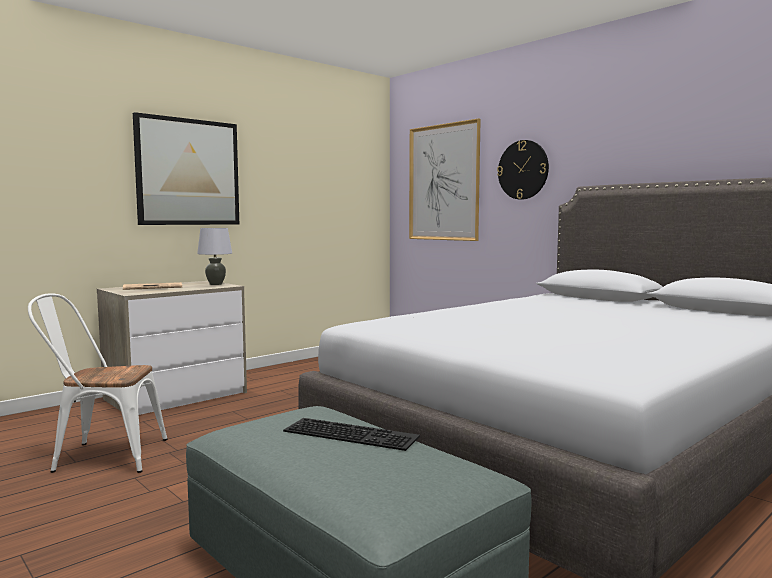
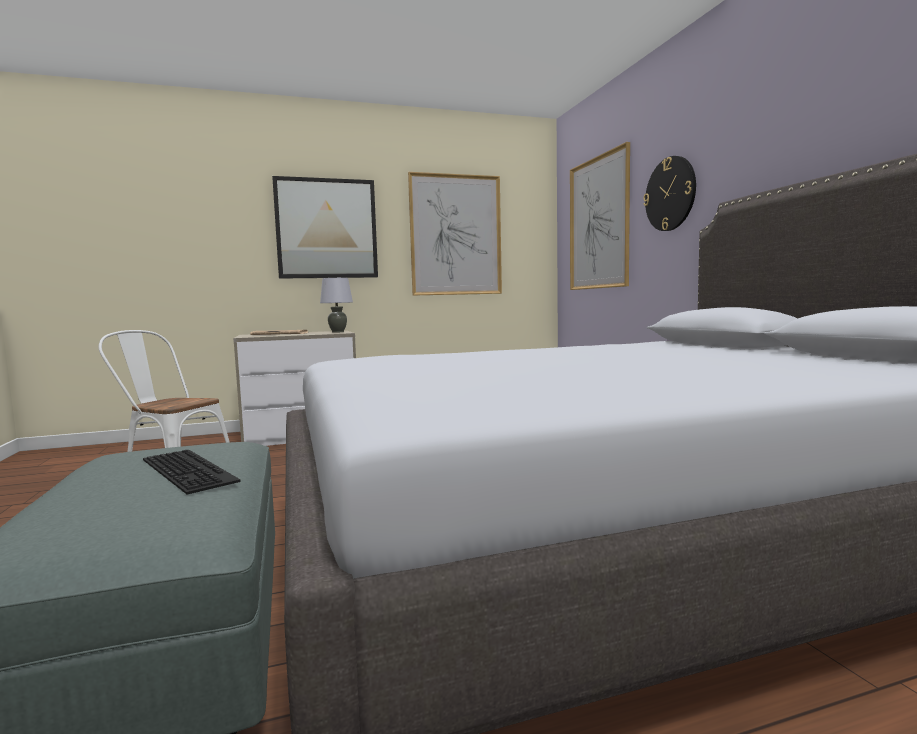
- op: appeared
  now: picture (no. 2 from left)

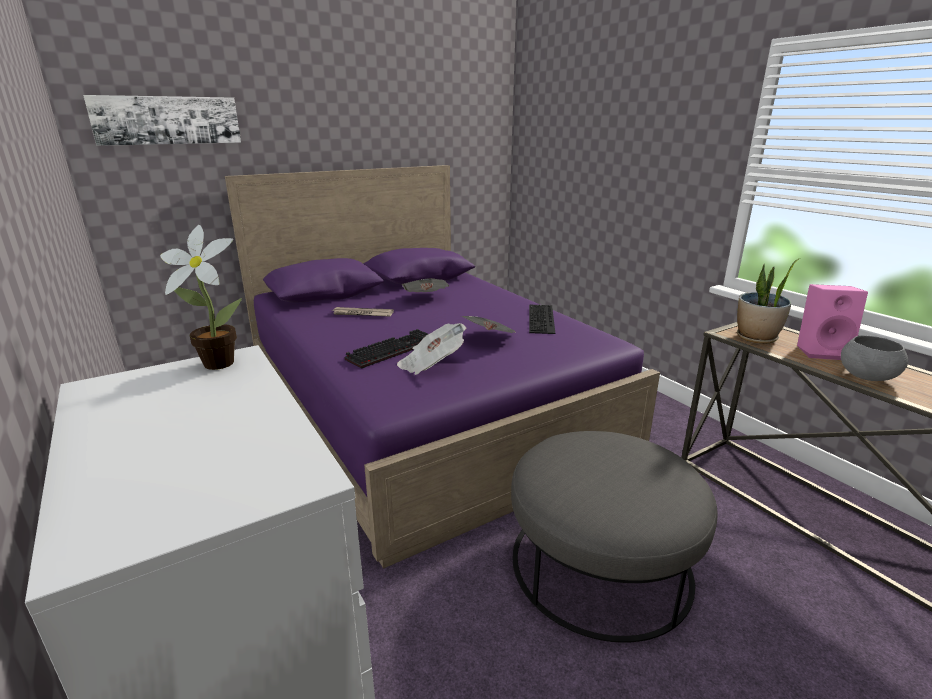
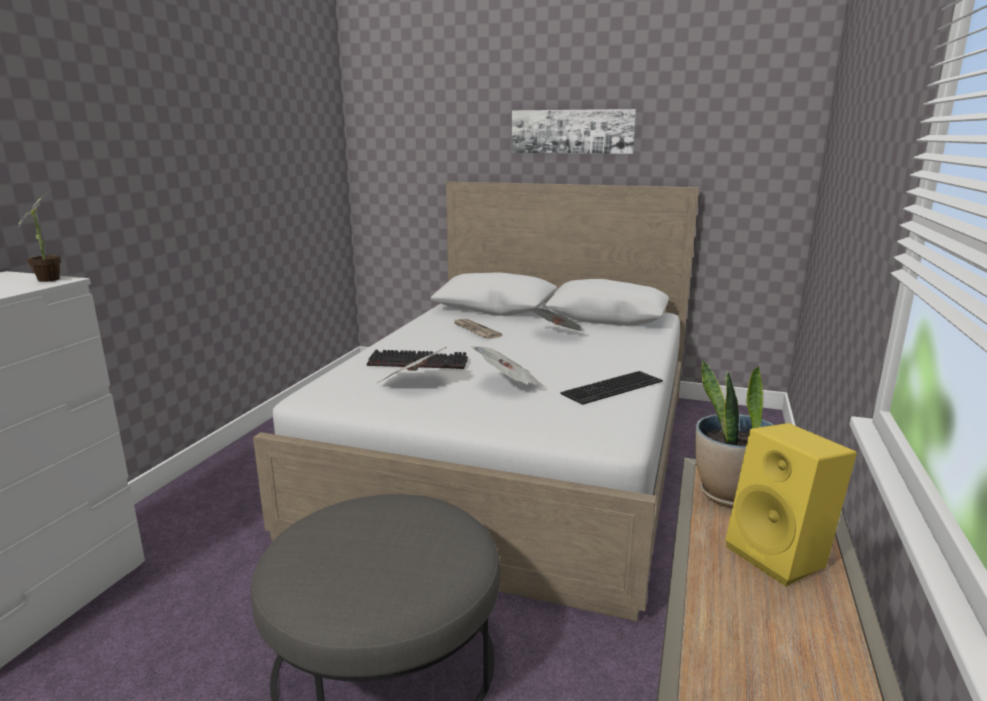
- op: missing
  was: grey bowl
- op: relocated
  was: picture
- op: colour
  was: purple bed
  now: white bed
- op: colour
  was: pink speaker
  now: yellow speaker

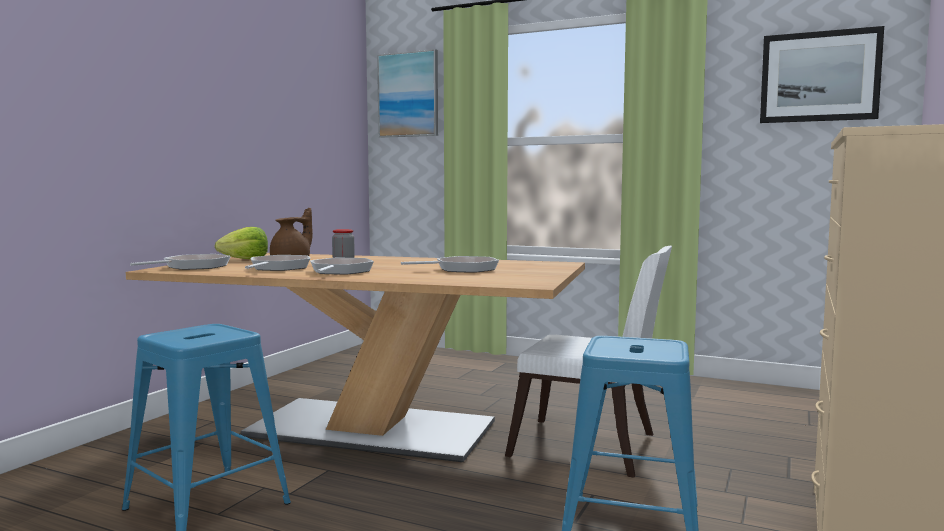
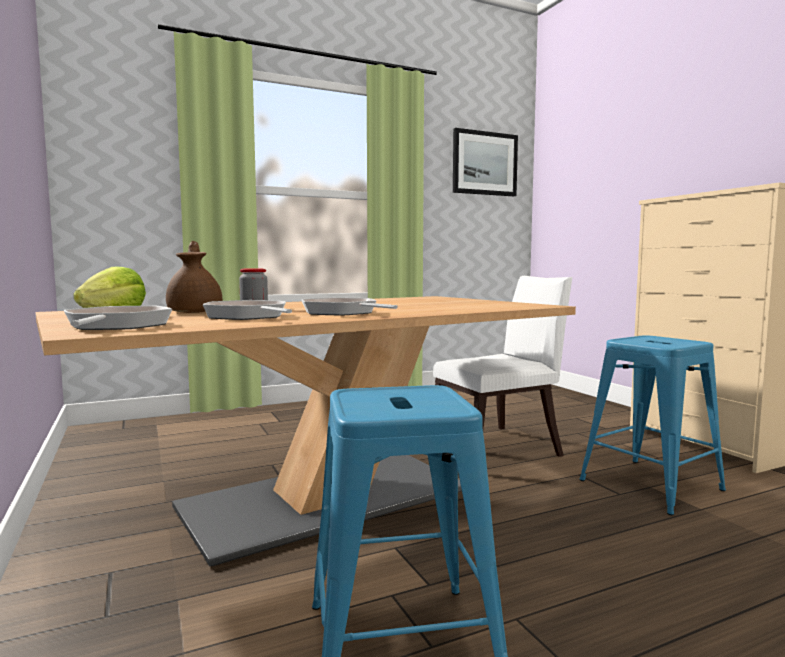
- op: missing
  was: picture (no. 1 from left)
- op: missing
  was: frying pan (no. 4 from left)

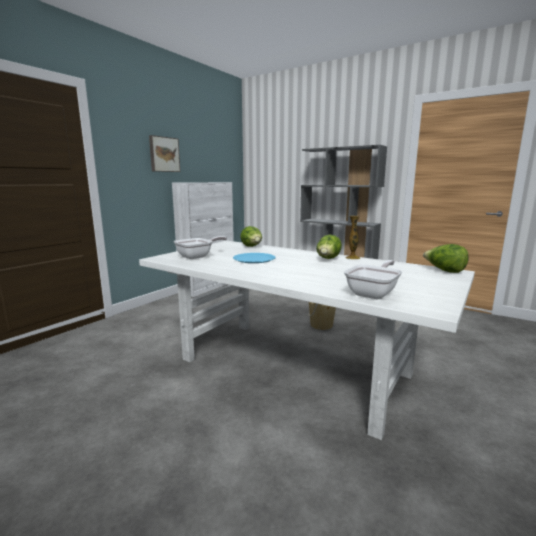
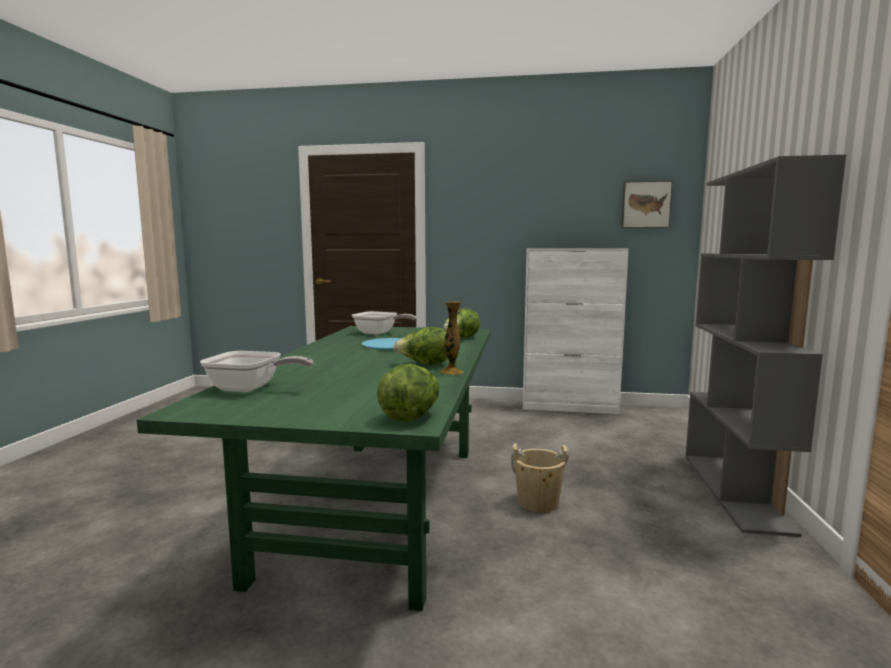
- op: relocated
  was: picture
- op: colour
  was: white dining table
  now: green dining table

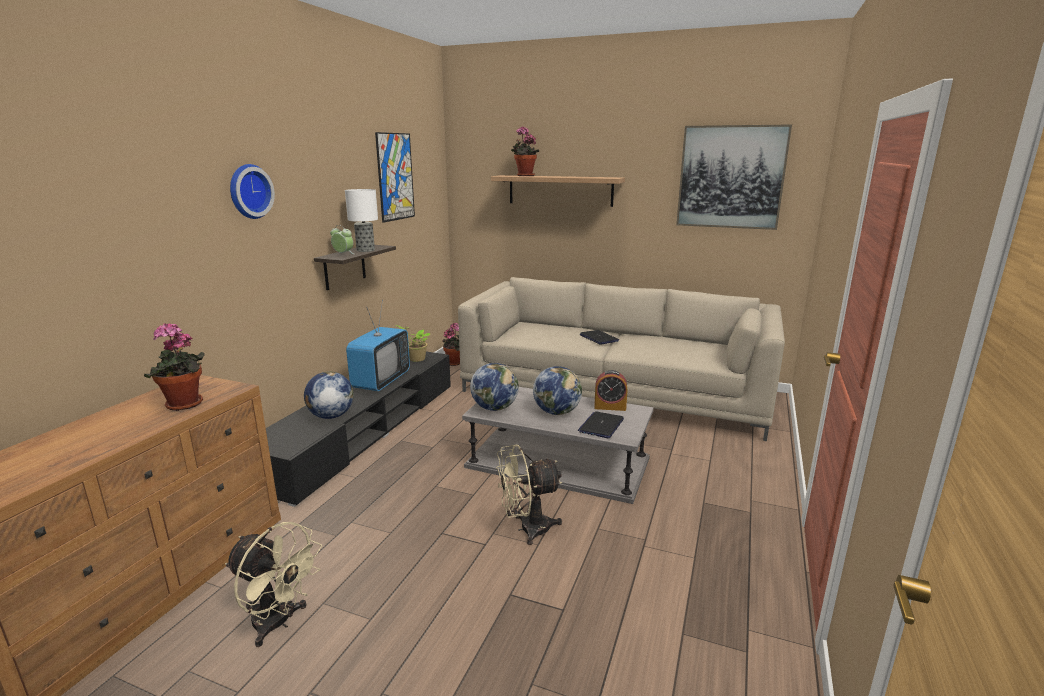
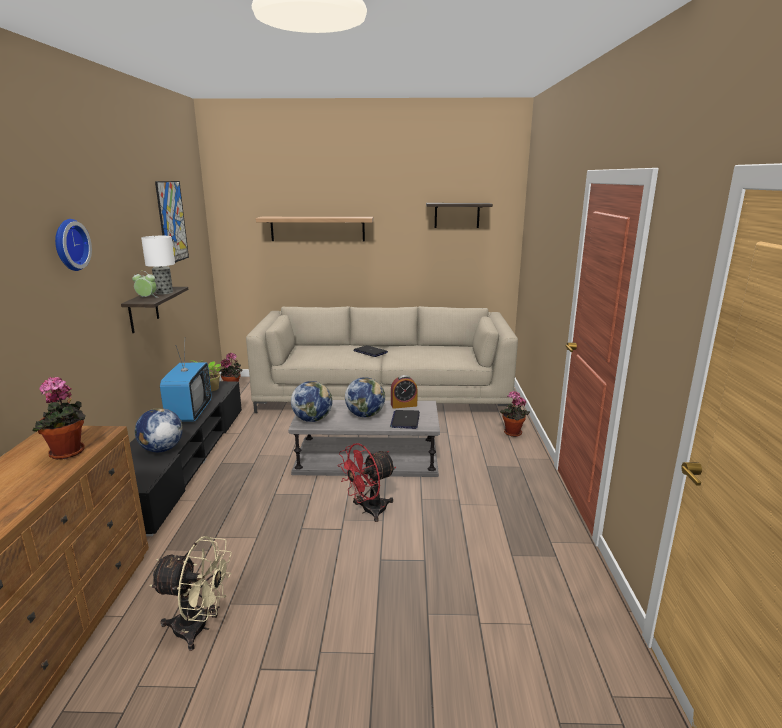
- op: relocated
  was: potted plant (no. 4 from left)
- op: exchanged
  was: picture (no. 2 from left)
  now: shelf (no. 3 from left)
- op: colour
  was: beige fan (no. 2 from left)
  now: red fan

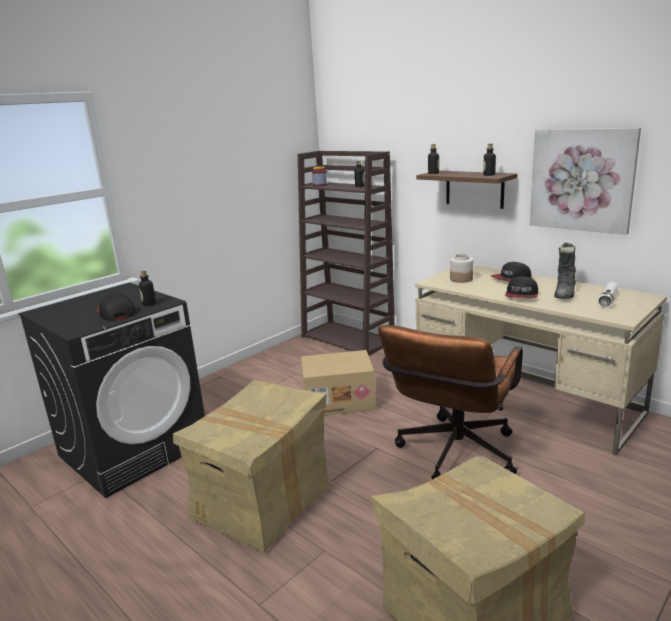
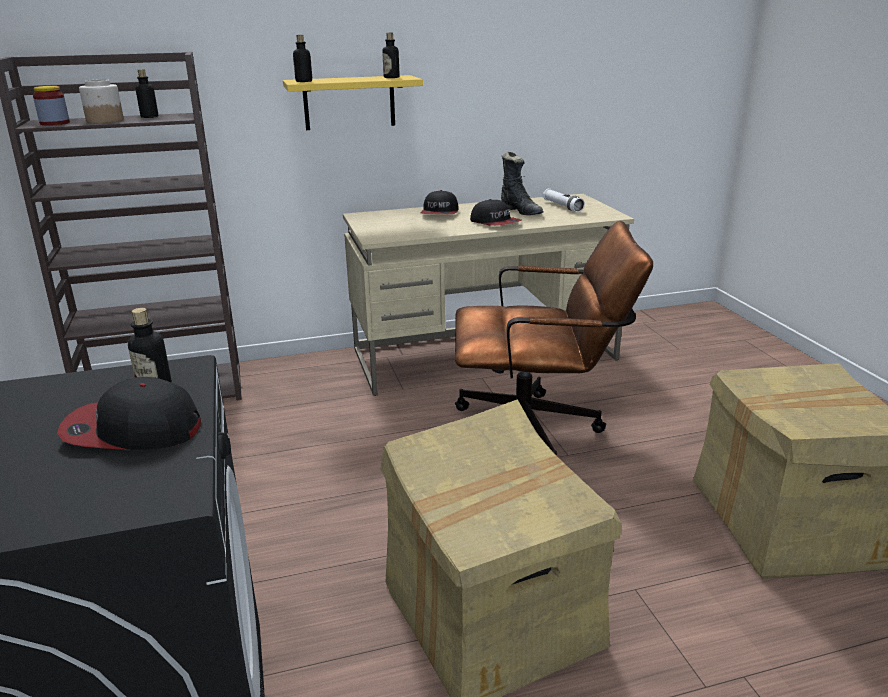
- op: missing
  was: cardboard box (no. 2 from left)
- op: missing
  was: picture
- op: relocated
  was: jar (no. 2 from left)
- op: colour
  was: brown shelf
  now: yellow shelf
- op: spun
  was: brown office chair
  clockwise: -60

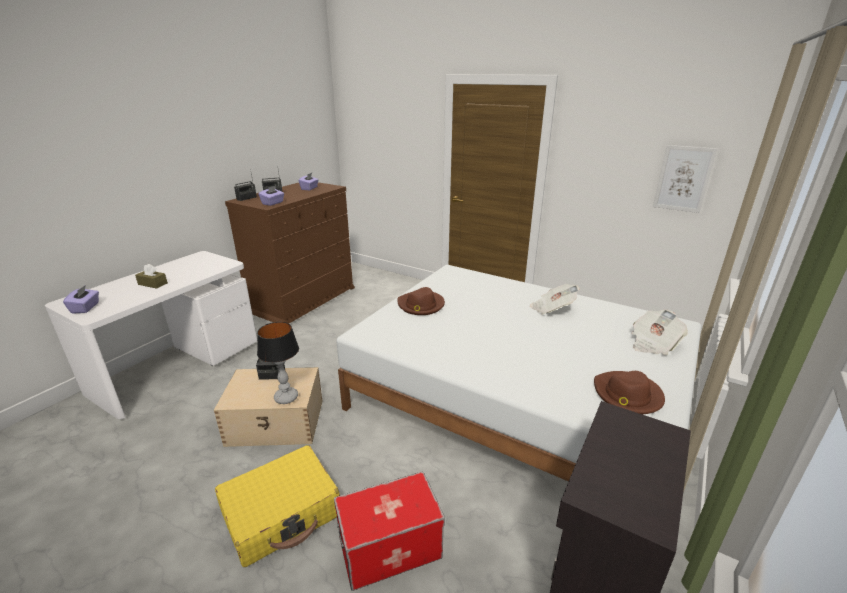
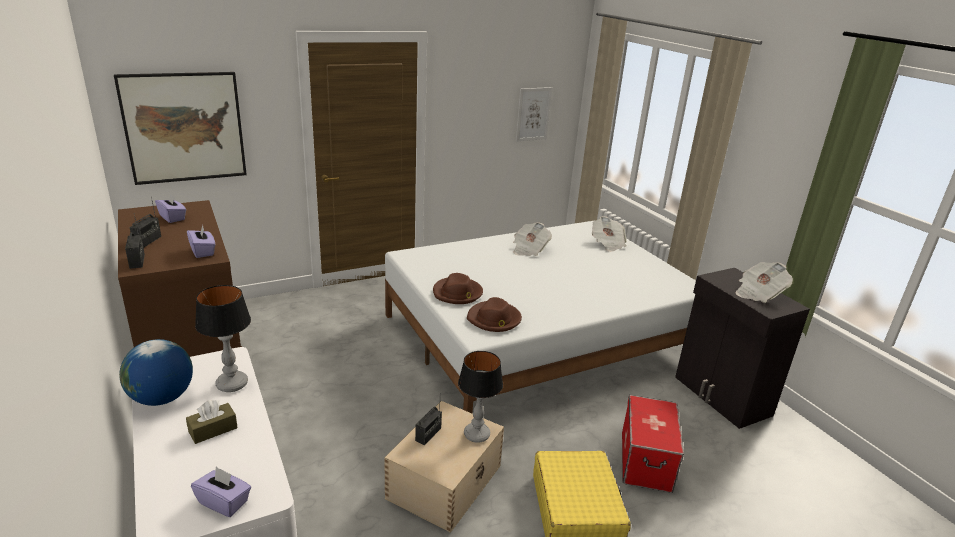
- op: appeared
  now: picture (no. 1 from left)
- op: appeared
  now: globe
- op: appeared
  now: table lamp (no. 1 from left)
- op: appeared
  now: newspaper (no. 3 from left)
- op: relocated
  was: brown hat (no. 2 from left)

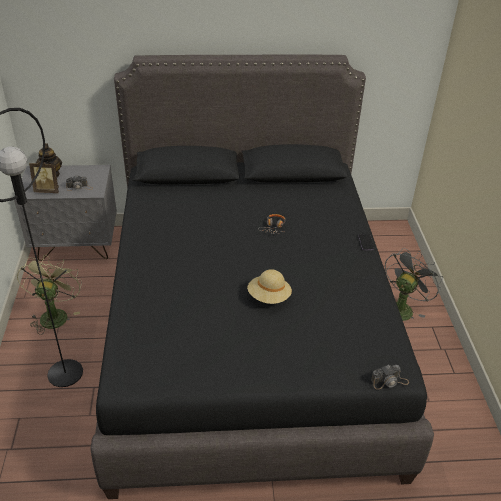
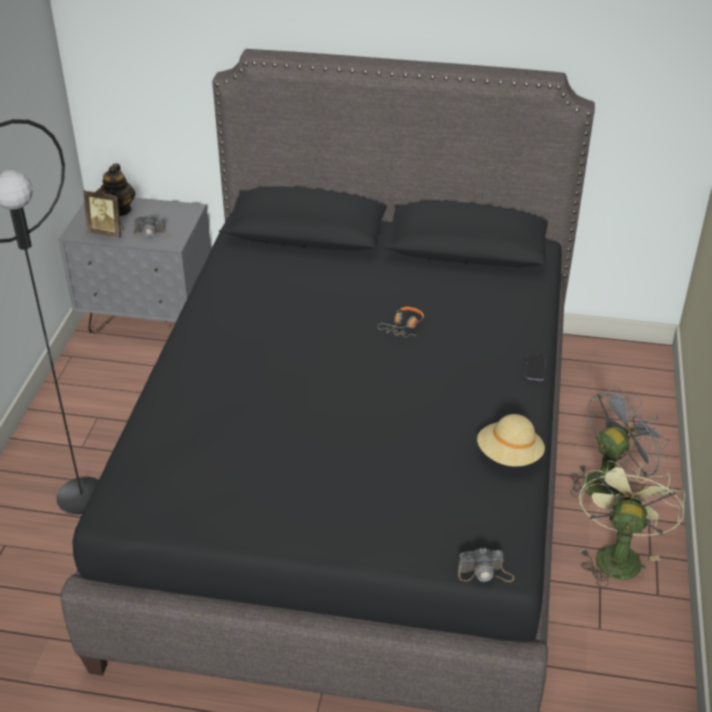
- op: relocated
  was: green fan
- op: relocated
  was: beige hat

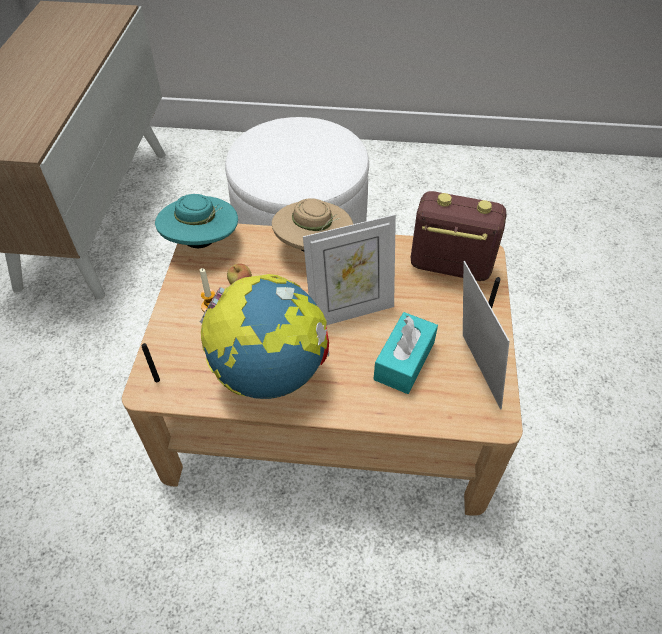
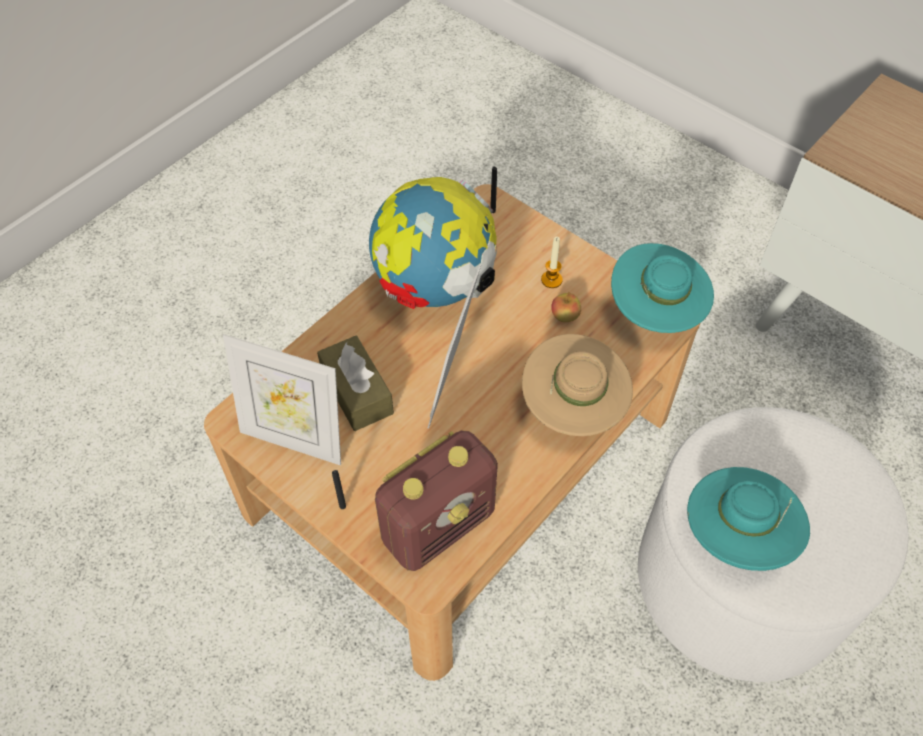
- op: appeared
  now: turquoise hat (no. 2 from left)
- op: colour
  was: turquoise tissue box
  now: brown tissue box

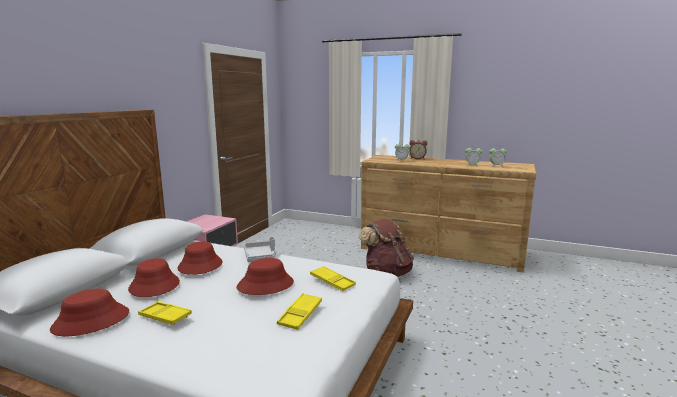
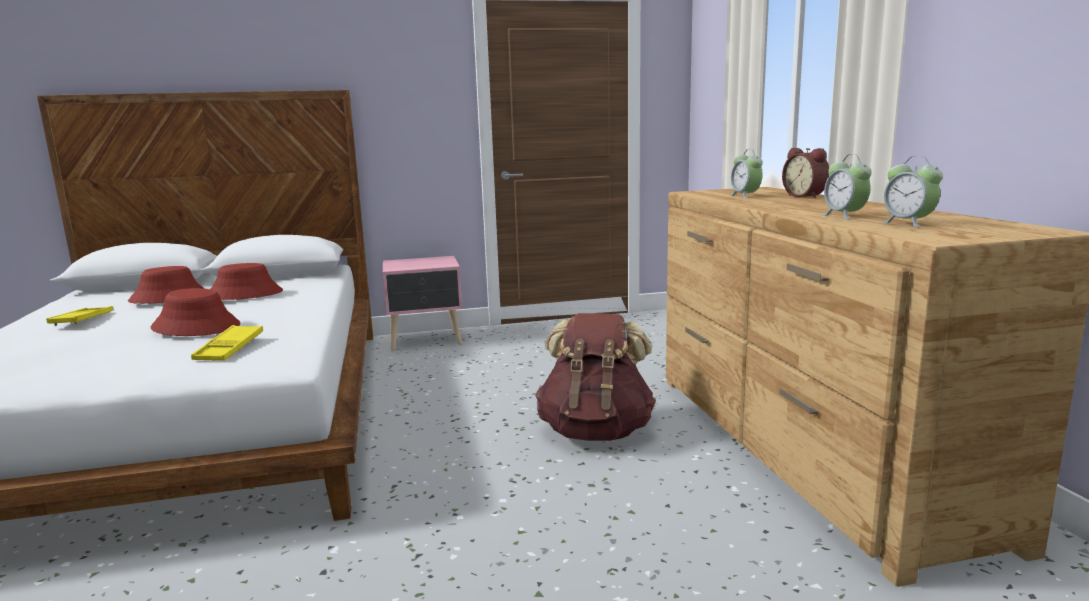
- op: missing
  was: red hat (no. 1 from left)
- op: missing
  was: grey tray
- op: missing
  was: yellow tray (no. 2 from left)

